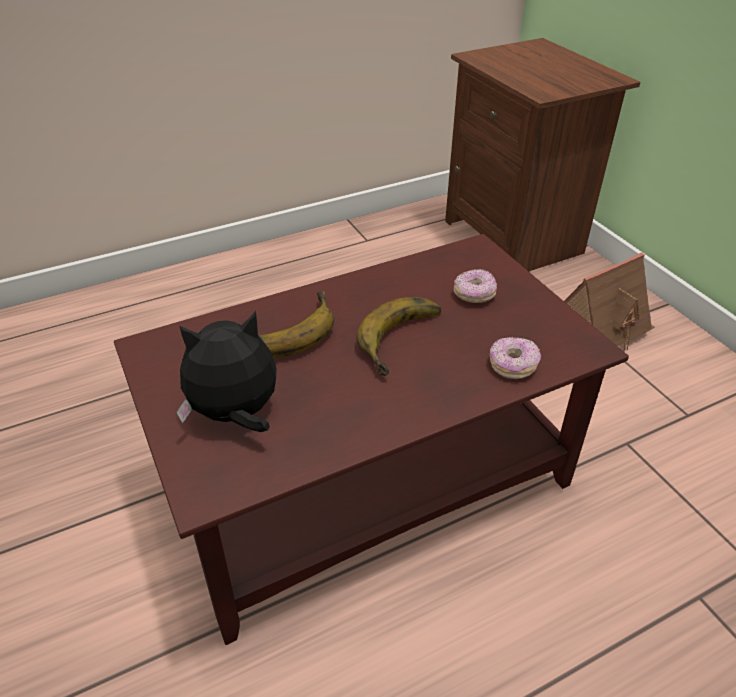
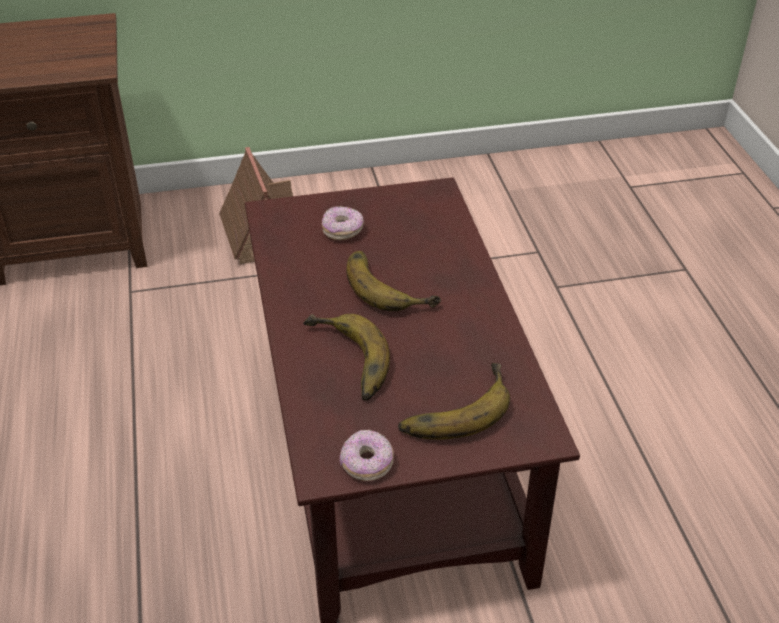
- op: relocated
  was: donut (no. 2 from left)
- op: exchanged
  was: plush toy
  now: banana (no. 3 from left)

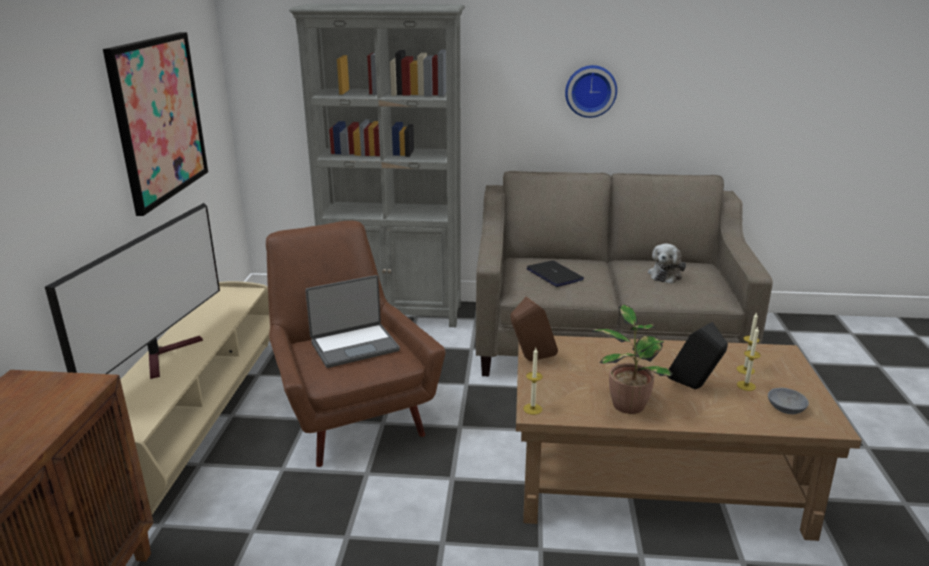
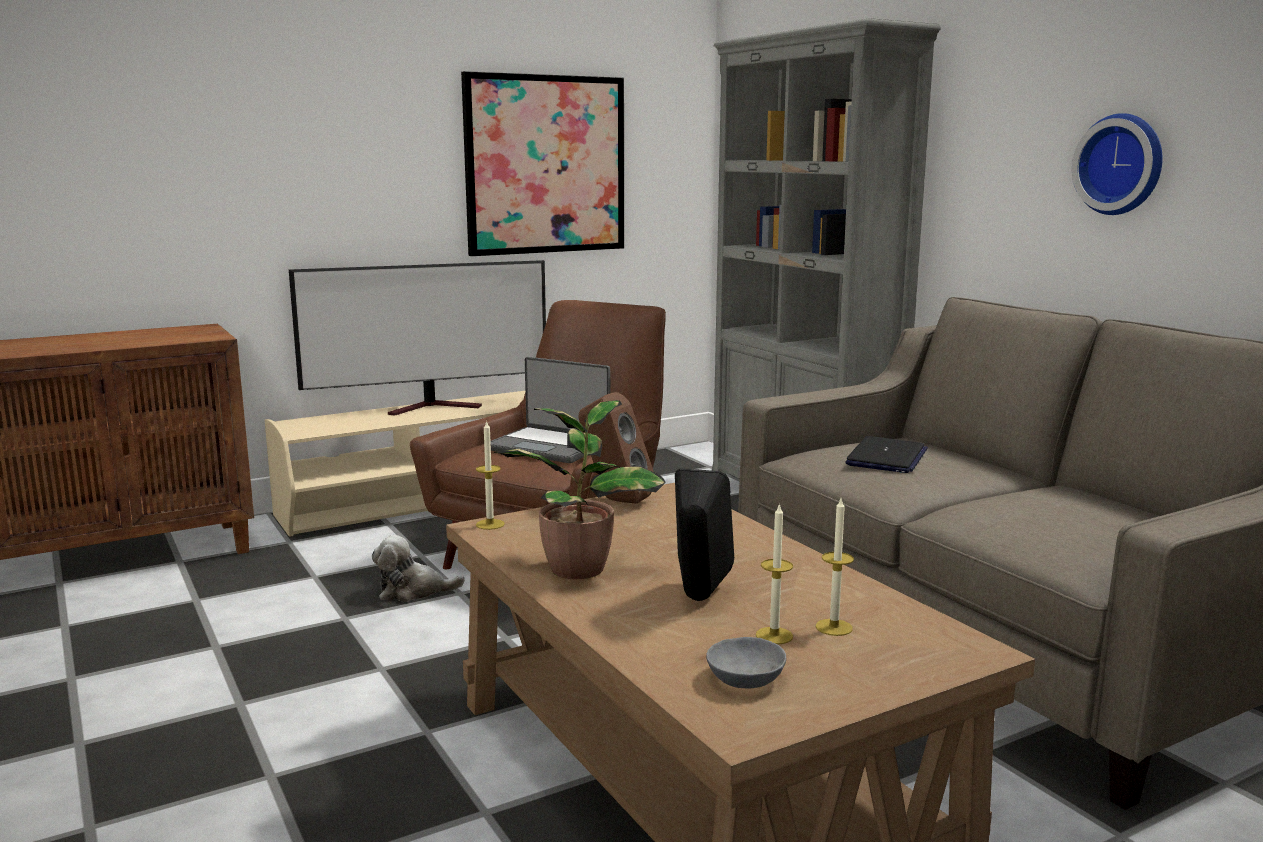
- op: relocated
  was: plush toy

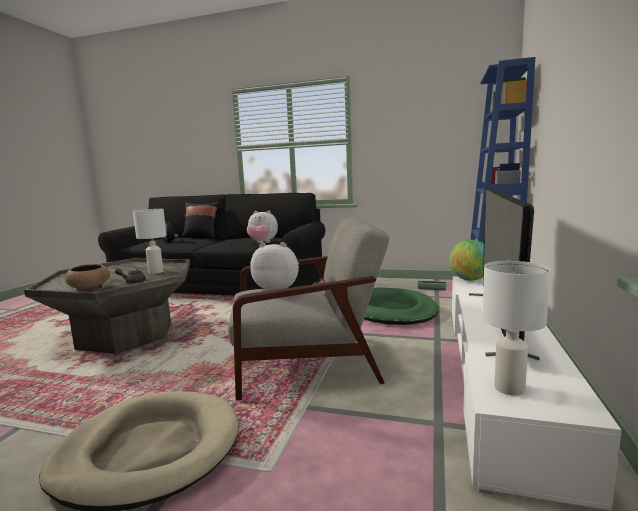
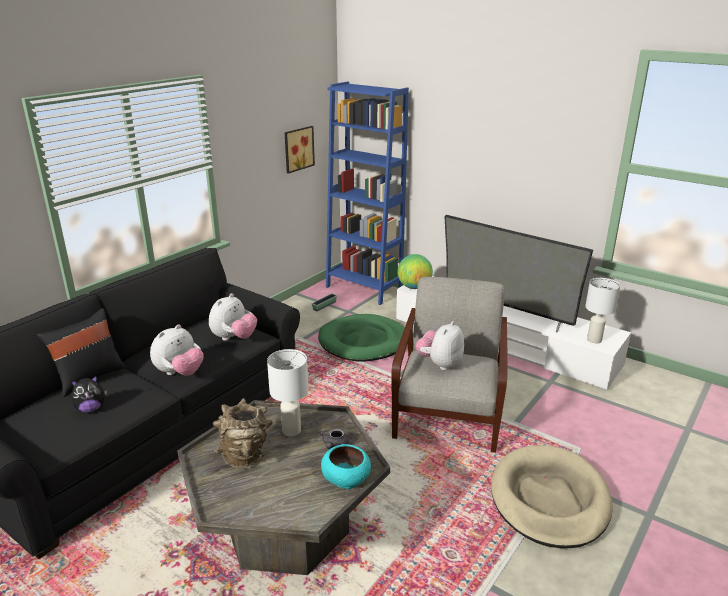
- op: appeared
  now: plush toy (no. 2 from left)
- op: appeared
  now: brown vase
- op: appeared
  now: picture
- op: colour
  was: brown bowl
  now: turquoise bowl

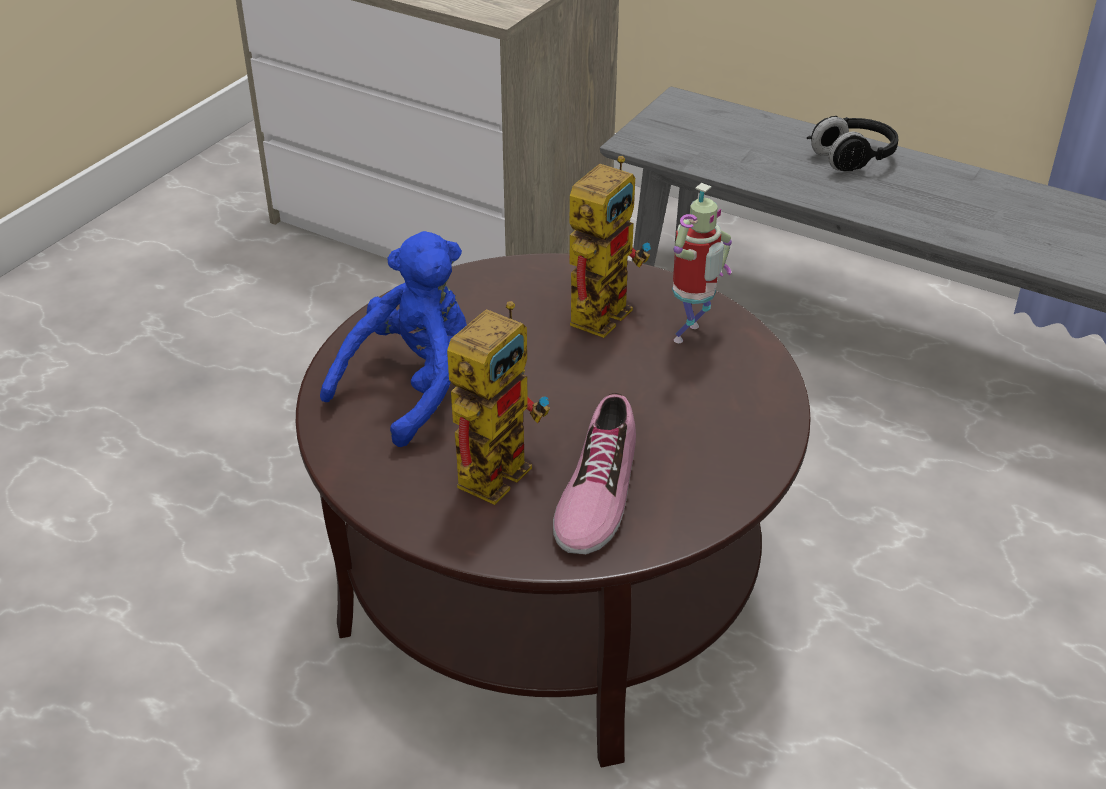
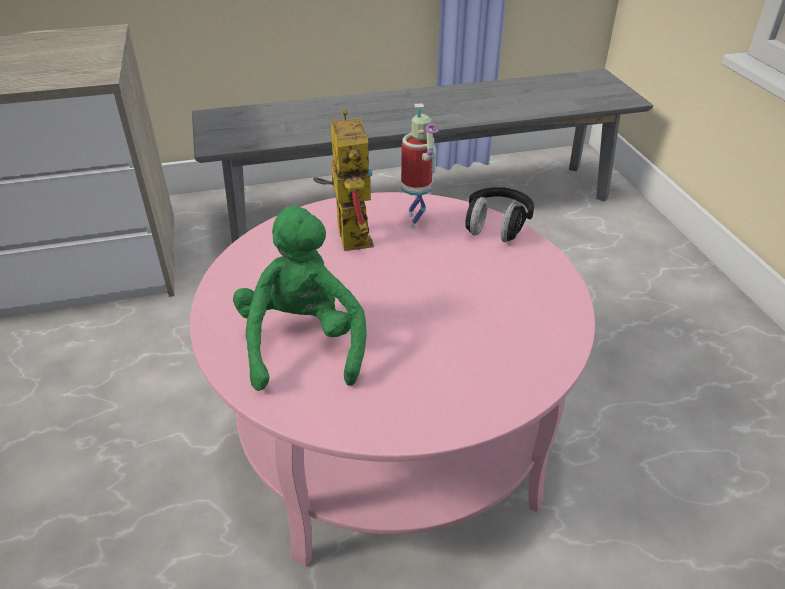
- op: missing
  was: toy robot (no. 1 from left)
- op: missing
  was: shoe
- op: relocated
  was: black headphones
- op: colour
  was: brown coffee table
  now: pink coffee table
- op: colour
  was: blue plush toy
  now: green plush toy

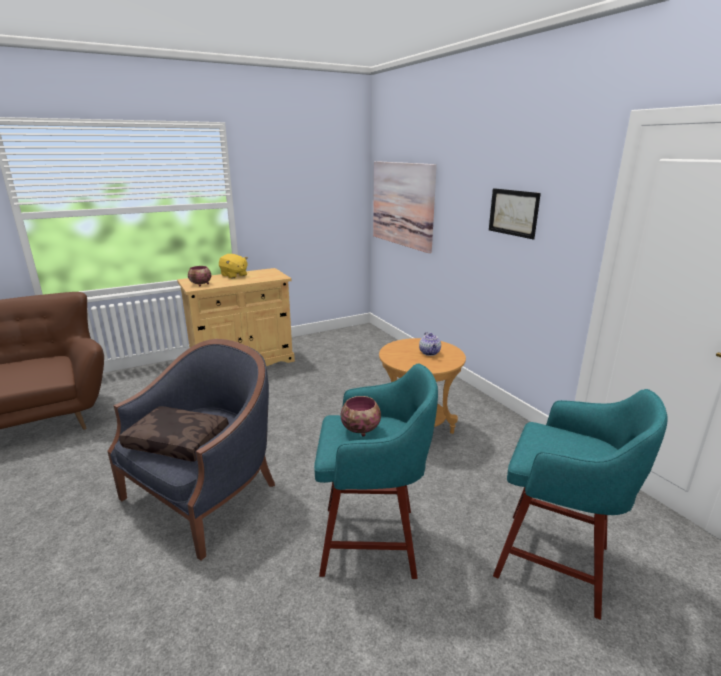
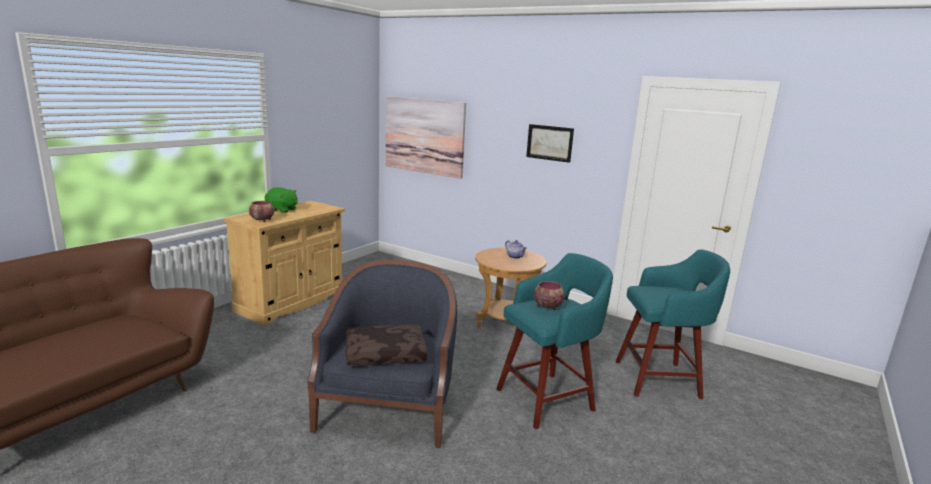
- op: colour
  was: yellow plush toy
  now: green plush toy

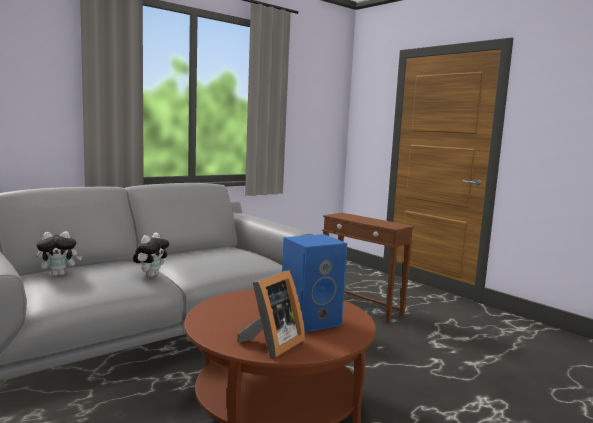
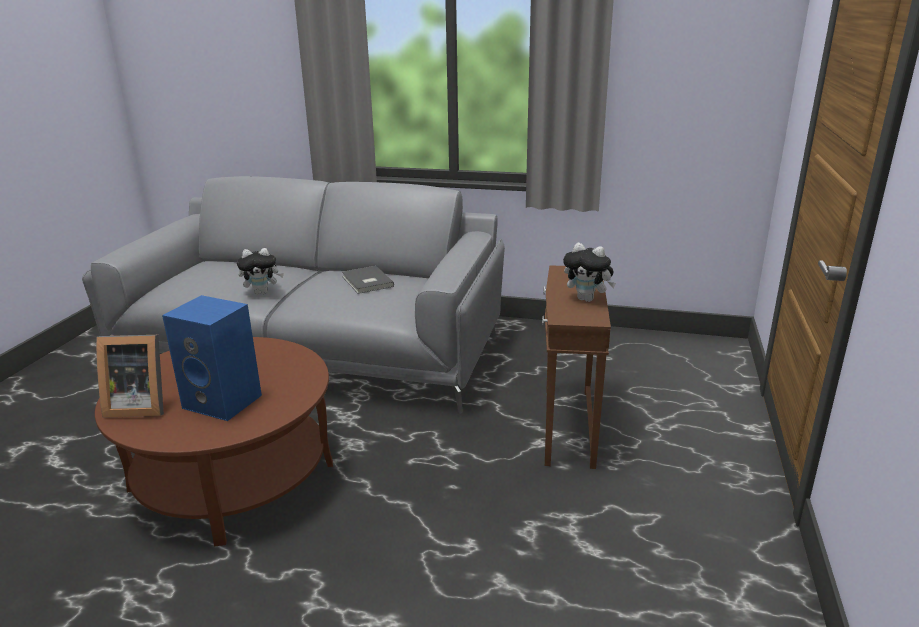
- op: appeared
  now: grey book
- op: relocated
  was: plush toy (no. 1 from left in the first image)
  now: plush toy (no. 2 from left)

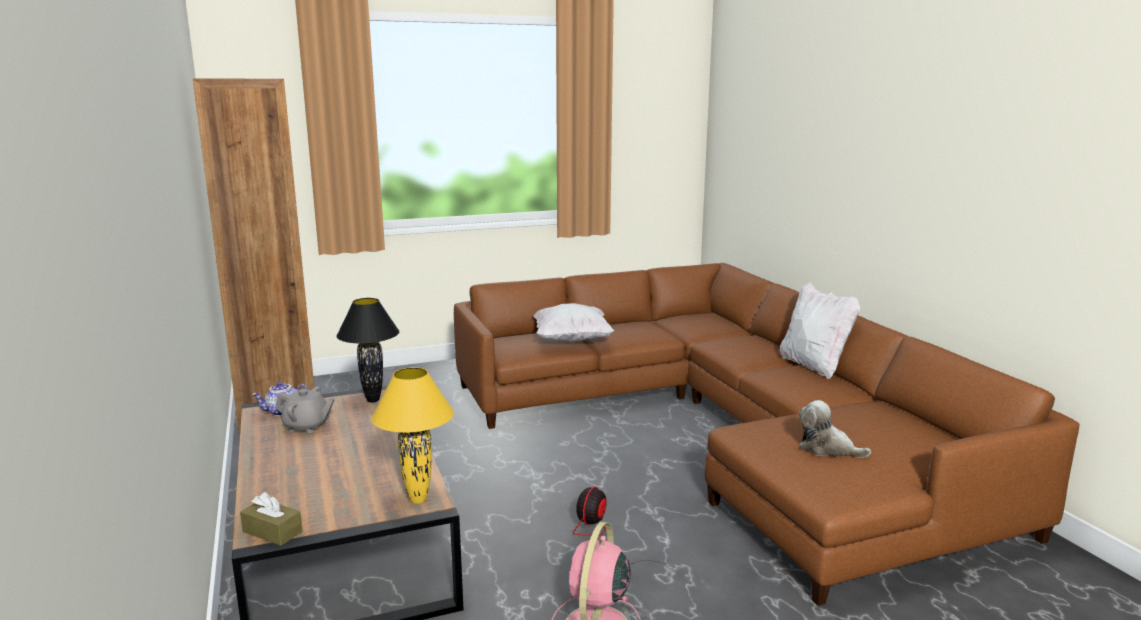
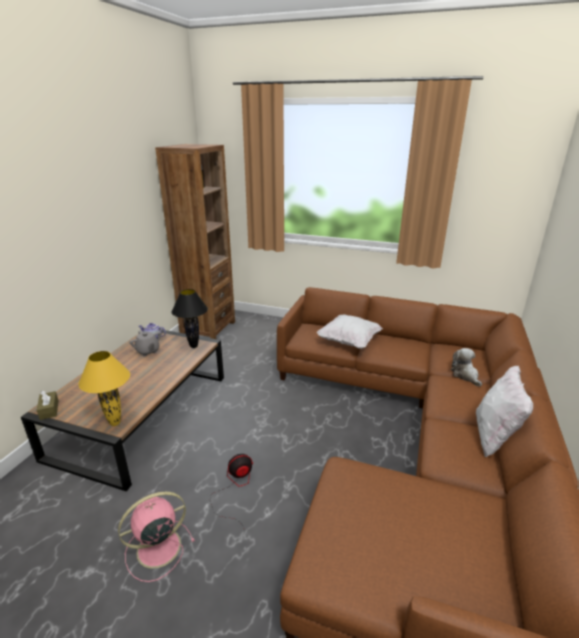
- op: relocated
  was: plush toy

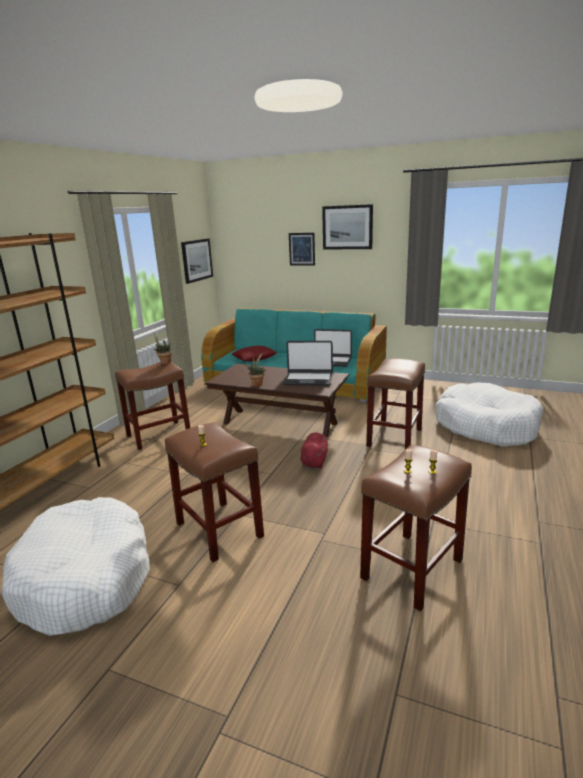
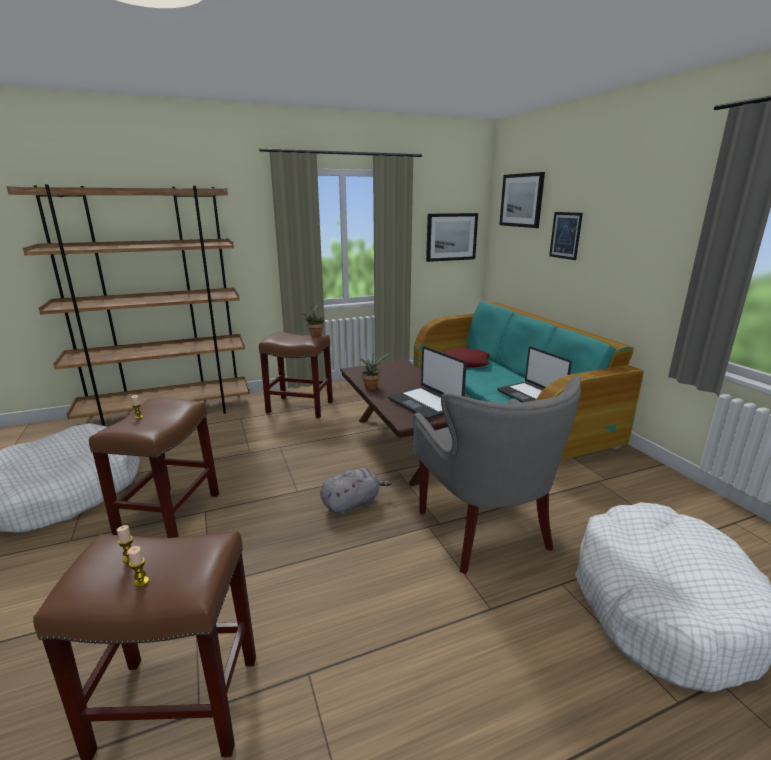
- op: relocated
  was: picture (no. 3 from left in the first image)
  now: picture (no. 2 from left)
- op: exchanged
  was: brown stool (no. 3 from left)
  now: grey armchair
- op: colour
  was: red plush toy
  now: grey plush toy

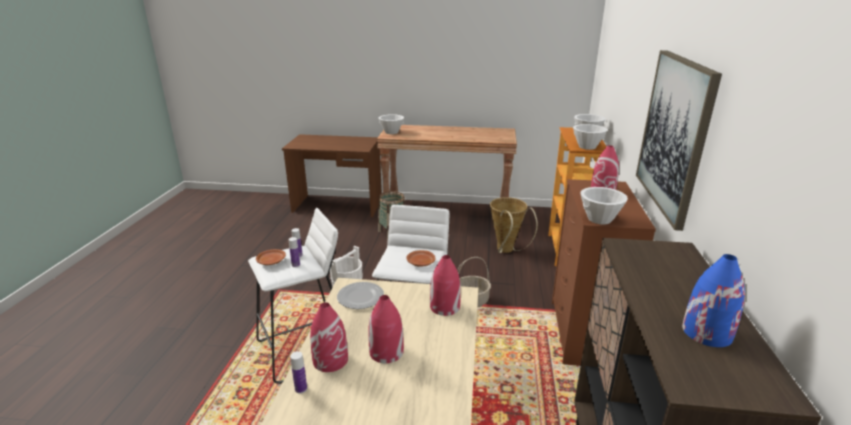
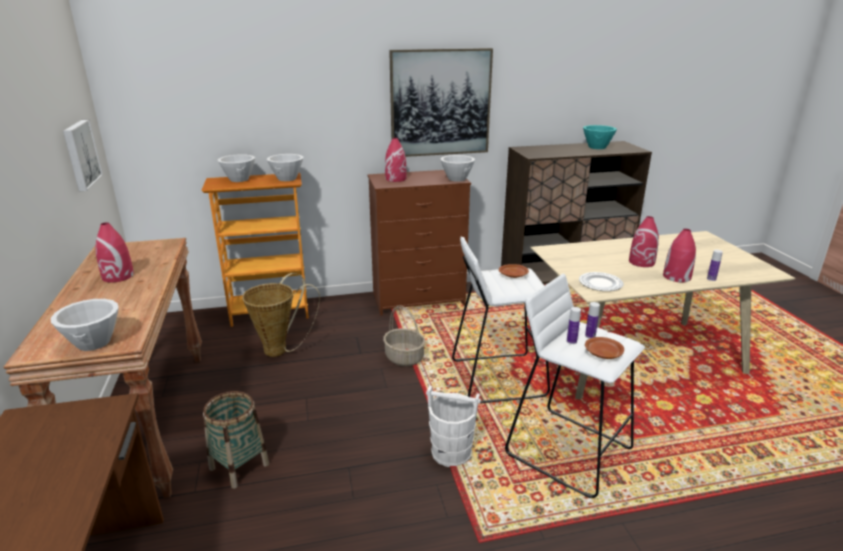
- op: appeared
  now: picture (no. 1 from left)
- op: relocated
  was: red vase (no. 3 from left in the first image)
  now: red vase (no. 1 from left)
- op: exchanged
  was: blue vase
  now: turquoise bowl

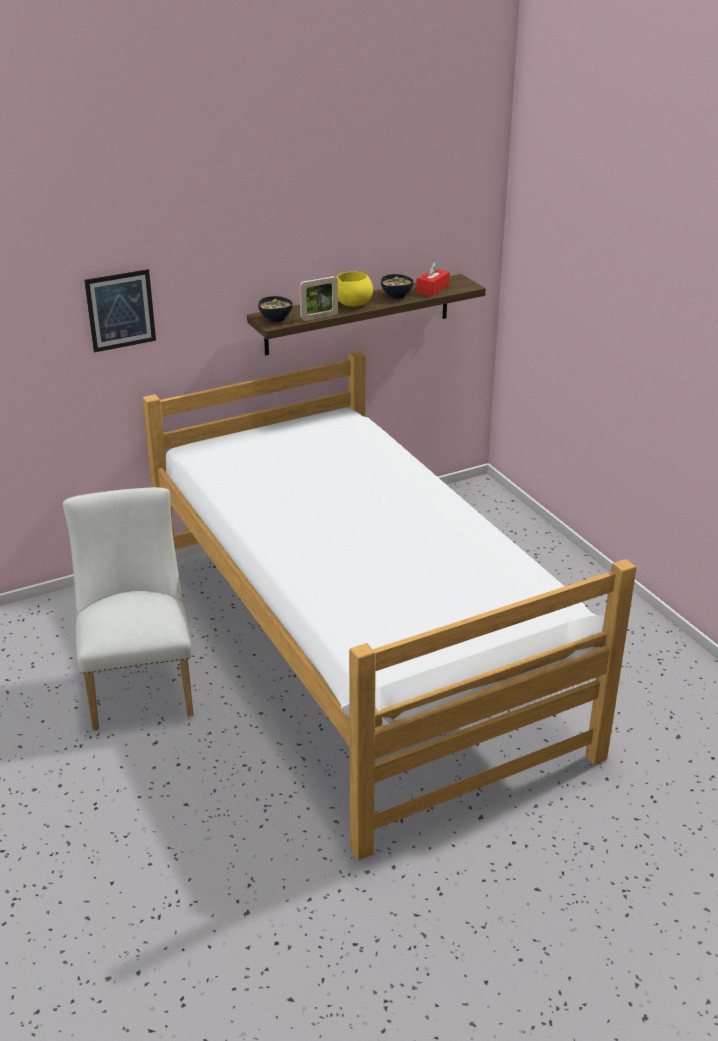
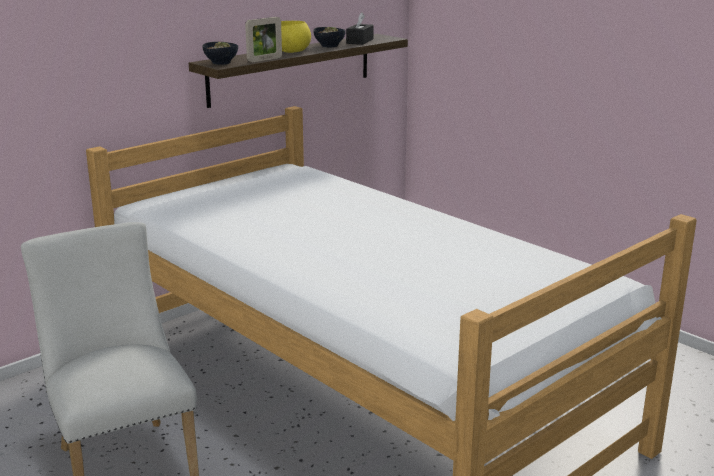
- op: missing
  was: picture
- op: colour
  was: red tissue box
  now: black tissue box

